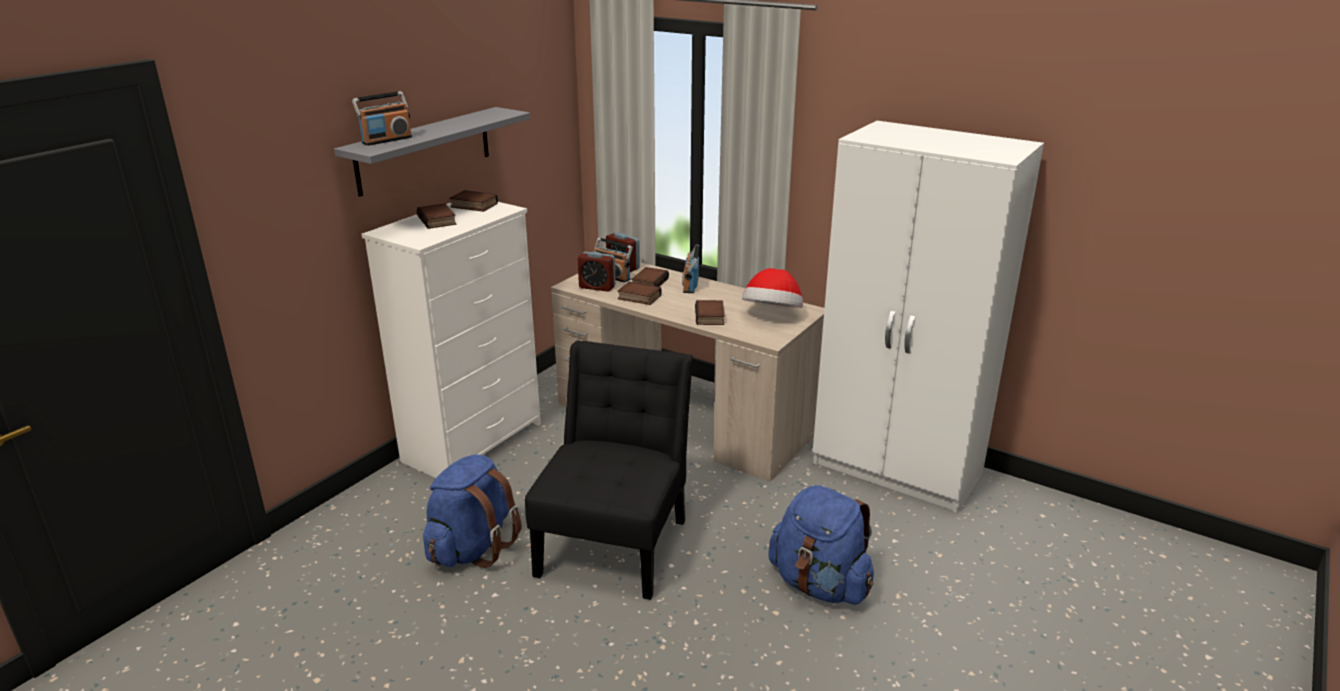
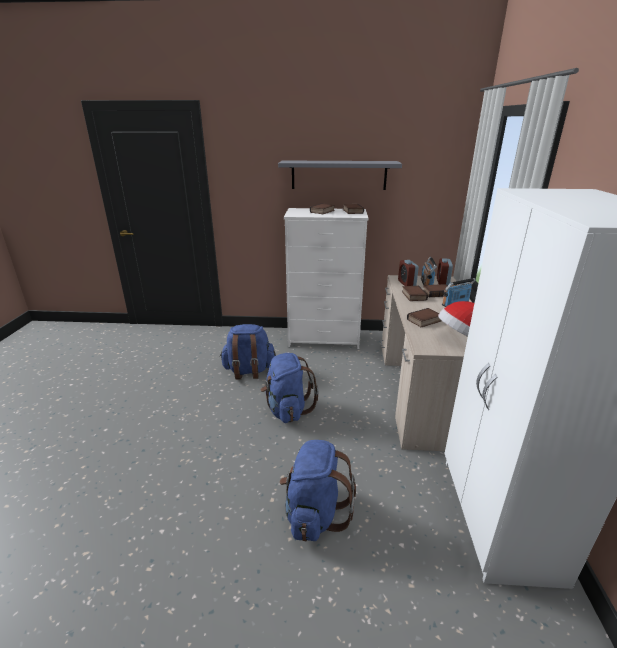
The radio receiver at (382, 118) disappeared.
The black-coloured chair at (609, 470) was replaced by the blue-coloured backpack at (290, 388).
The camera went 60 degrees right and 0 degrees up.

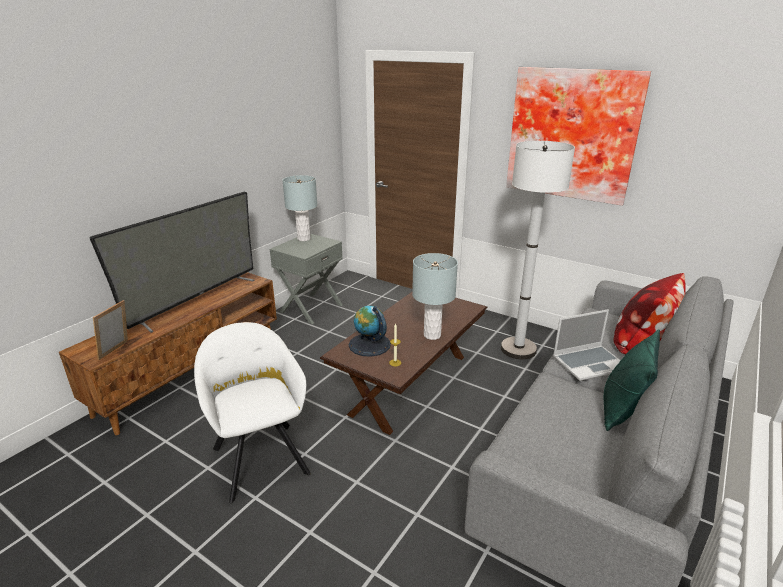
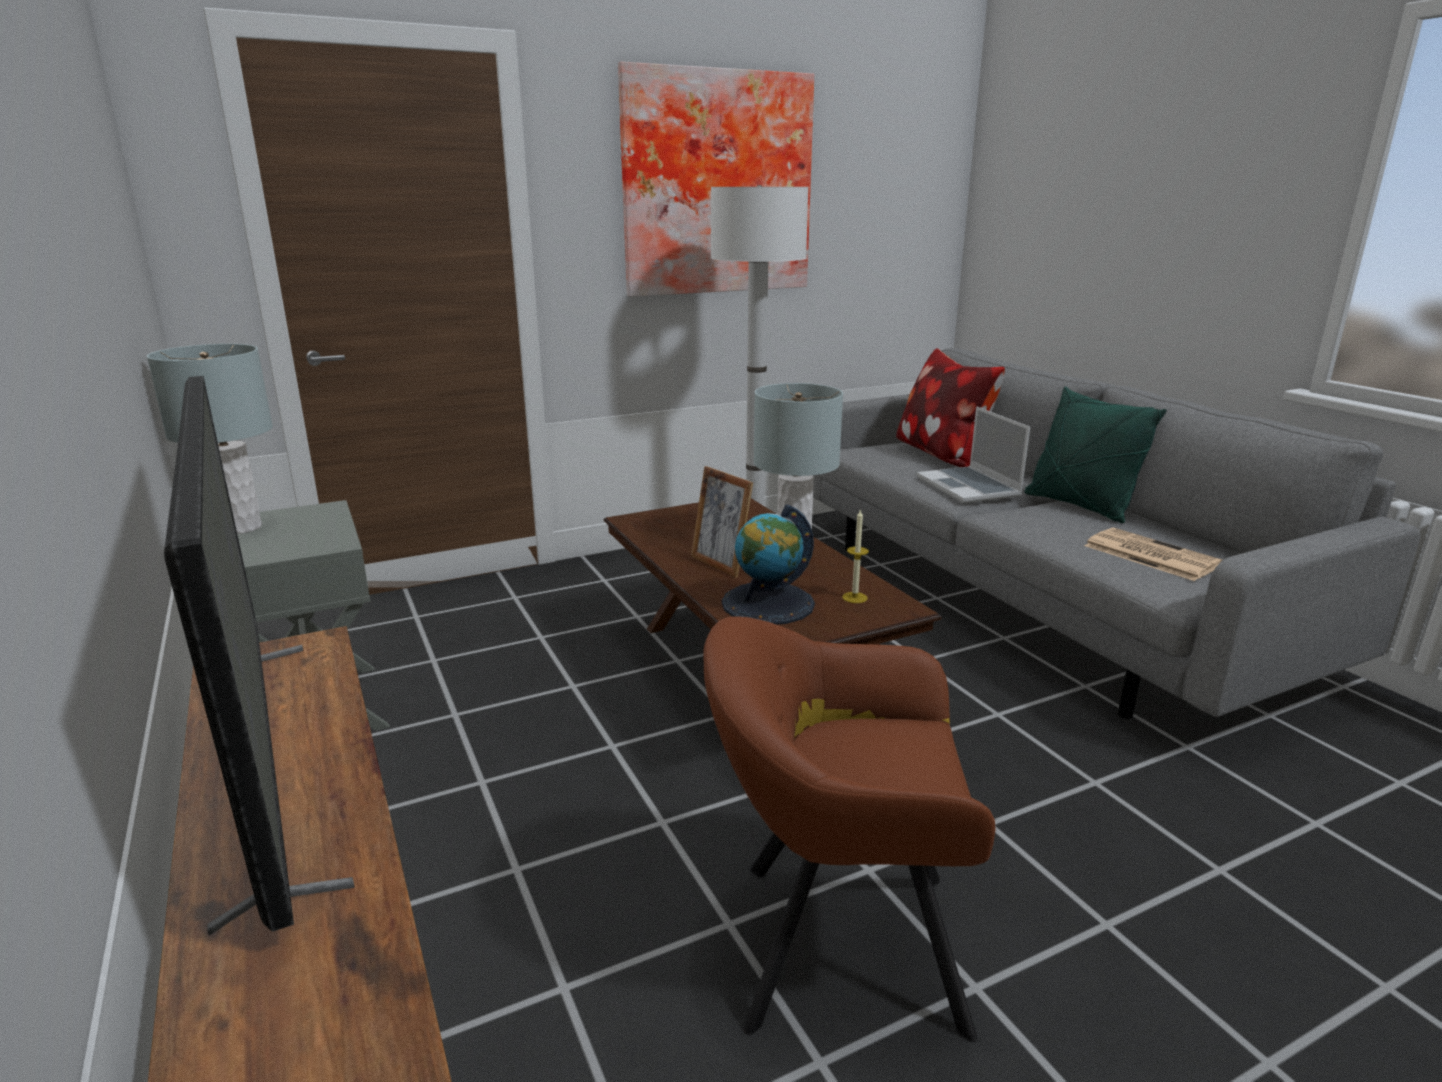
The printed paper at (1153, 554) appeared.
The picture frame moved from (110, 330) to (722, 522).
The whitish lounge chair at (252, 412) became the brown-coloured lounge chair at (849, 829).
The portable computer at (587, 345) turned 150 degrees clockwise.
The camera went 60 degrees left and 5 degrees down.

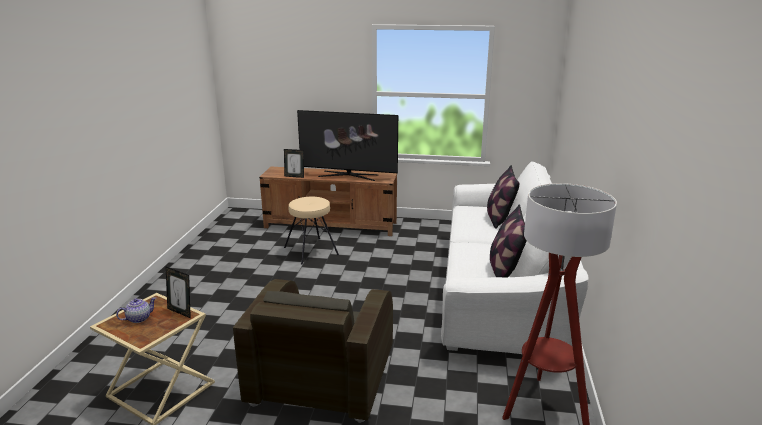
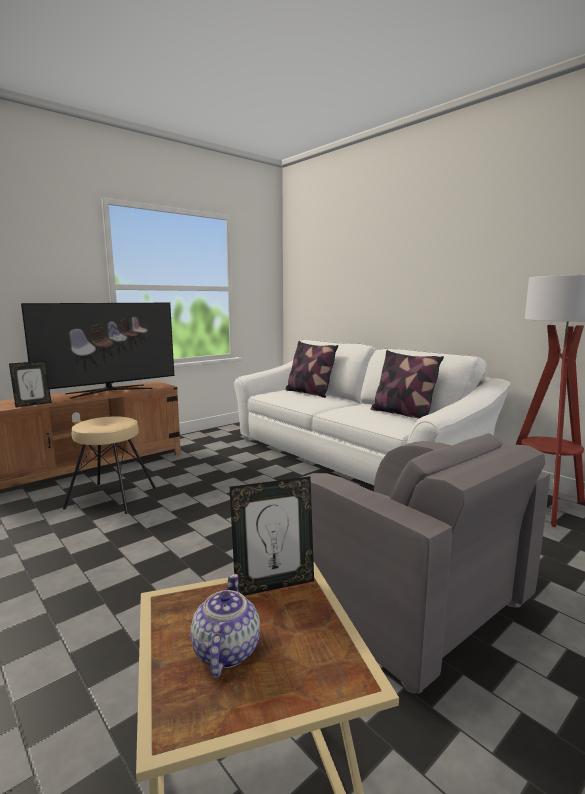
The brown-coloured lounge chair at (313, 351) became the gray lounge chair at (425, 563).
The camera went 50 degrees left and 10 degrees down.

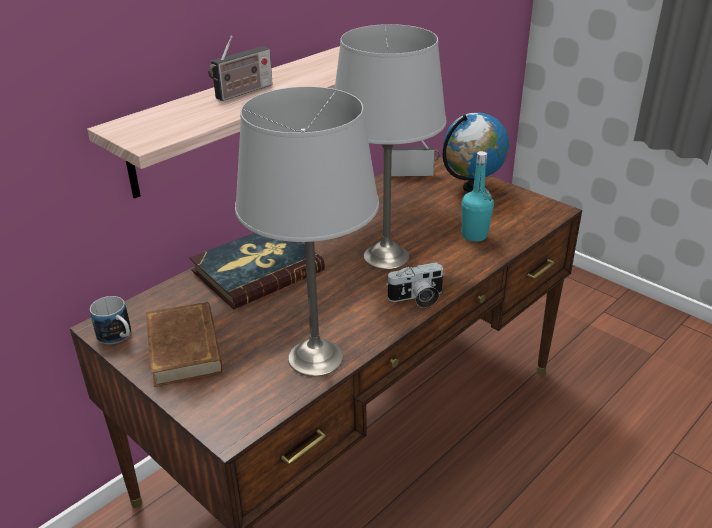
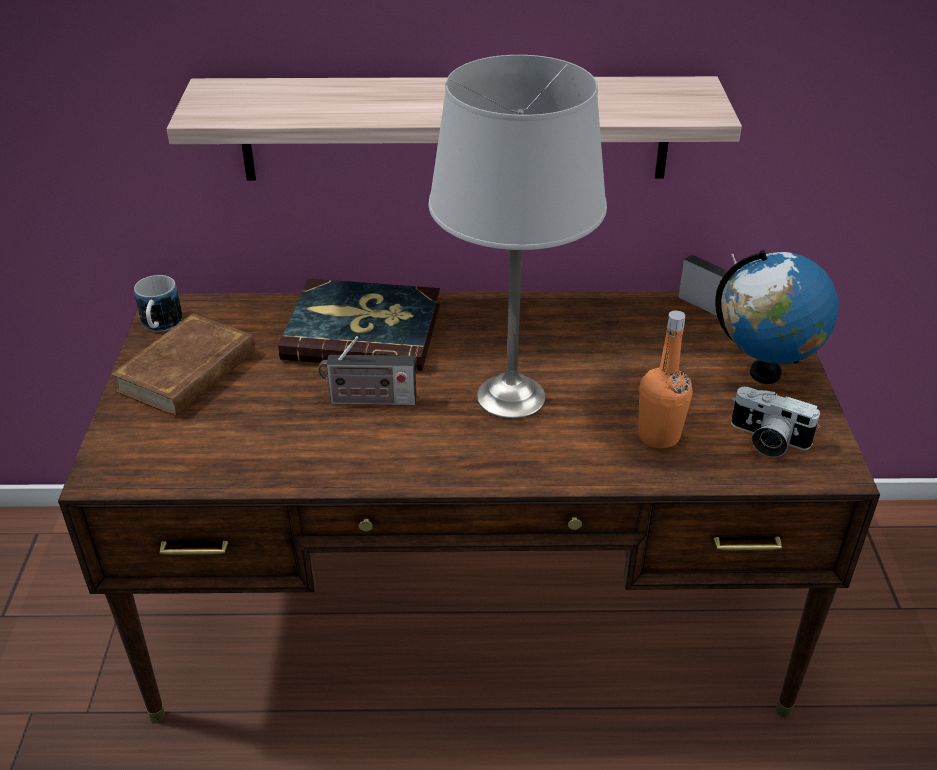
The gray lamp for a table at (307, 231) disappeared.
The radio receiver moved from (240, 68) to (367, 370).
The still camera moved from (415, 285) to (775, 422).
The turquoise-coloured beverage bottle at (477, 196) became the orange-coloured beverage bottle at (665, 379).
The camera went 45 degrees right and 5 degrees up.

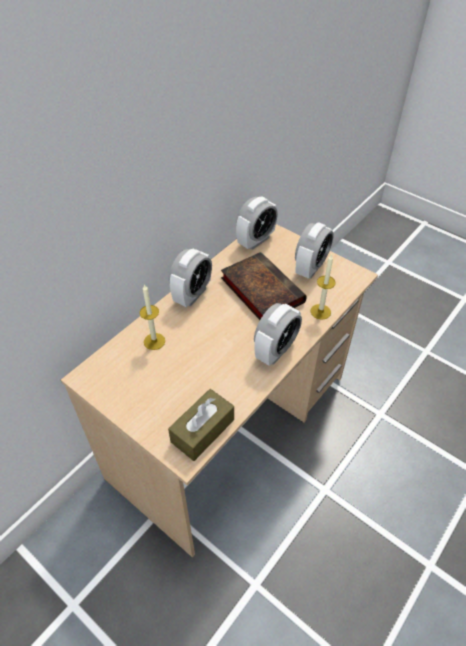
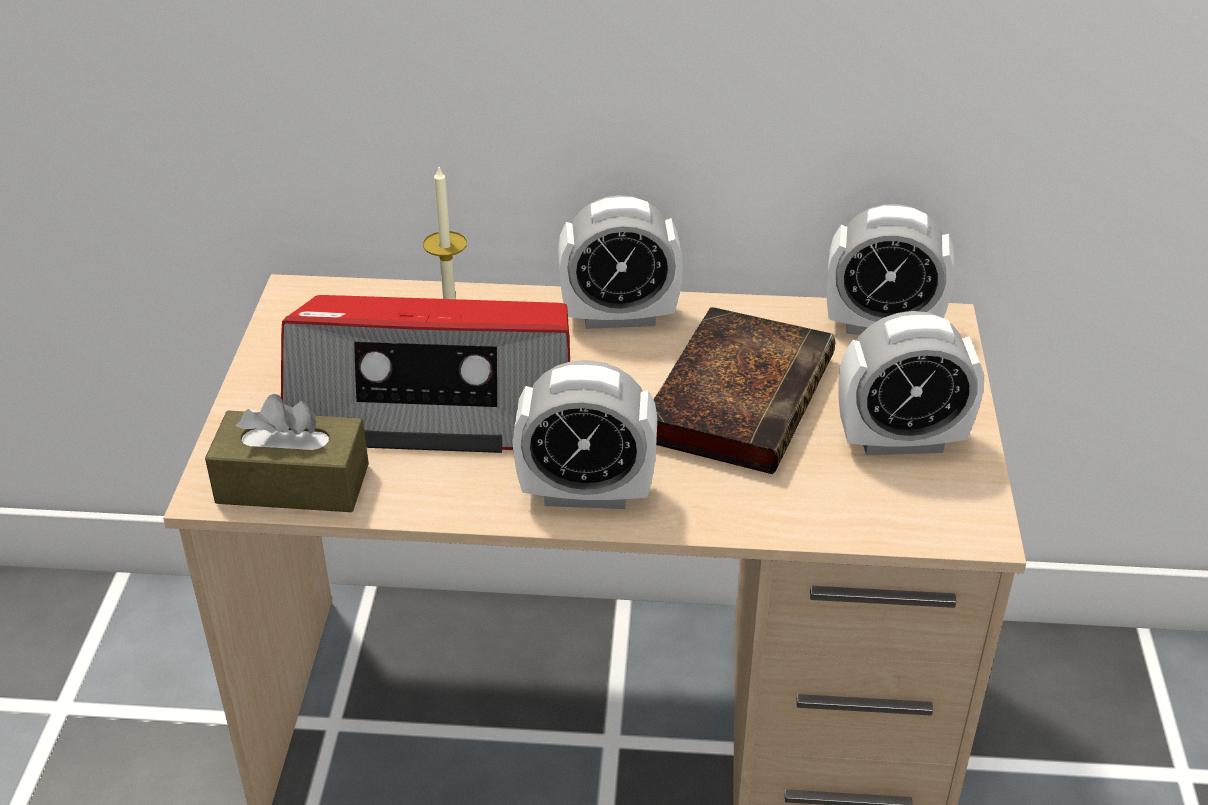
The wax candle at (323, 287) disappeared.
The radio receiver at (425, 374) appeared.
The camera went 55 degrees right and 10 degrees down.

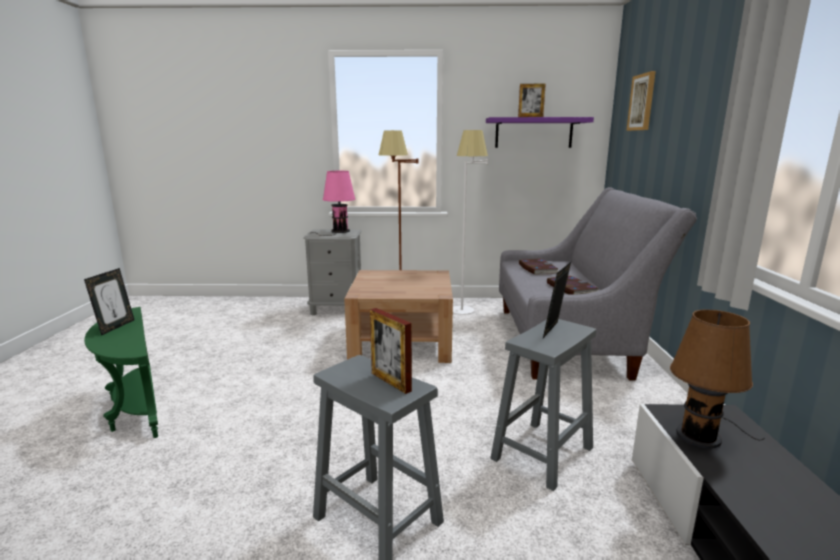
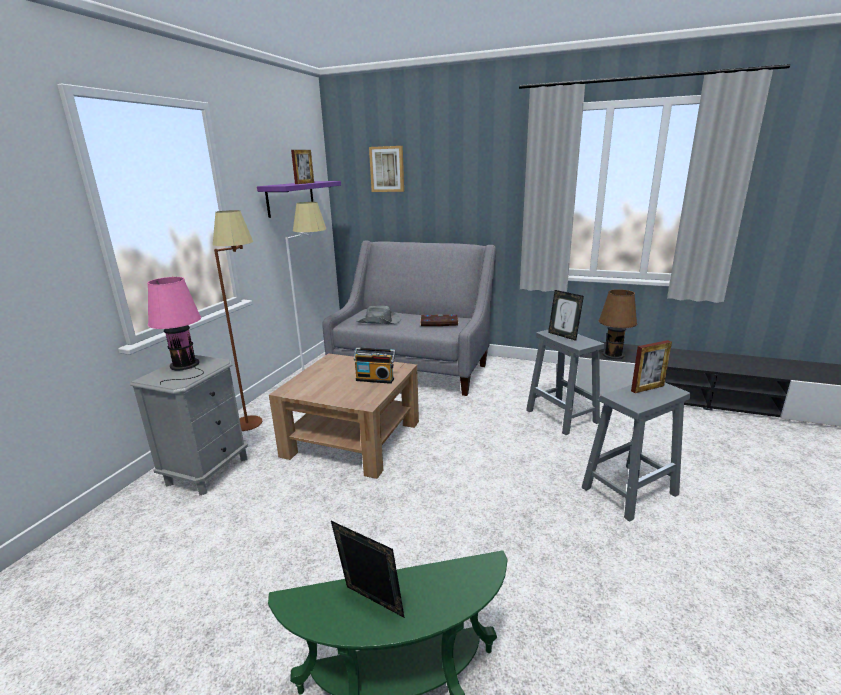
The radio receiver at (375, 365) appeared.
The book at (538, 267) was replaced by the gray clothing hat at (378, 315).
The camera went 70 degrees left and 5 degrees up.

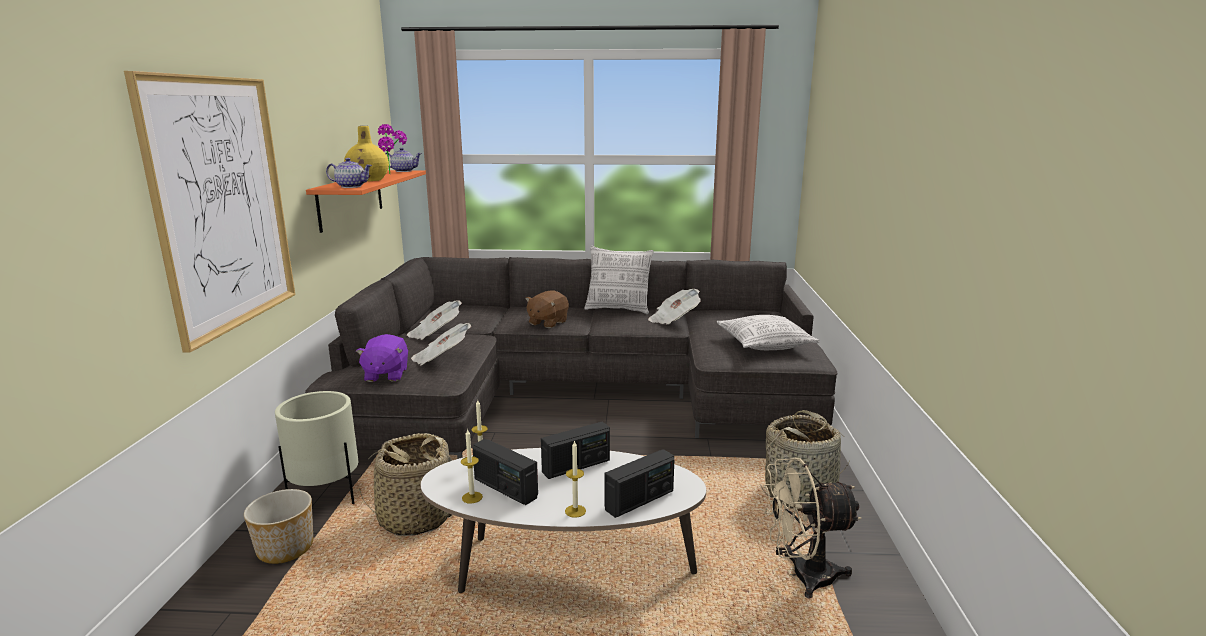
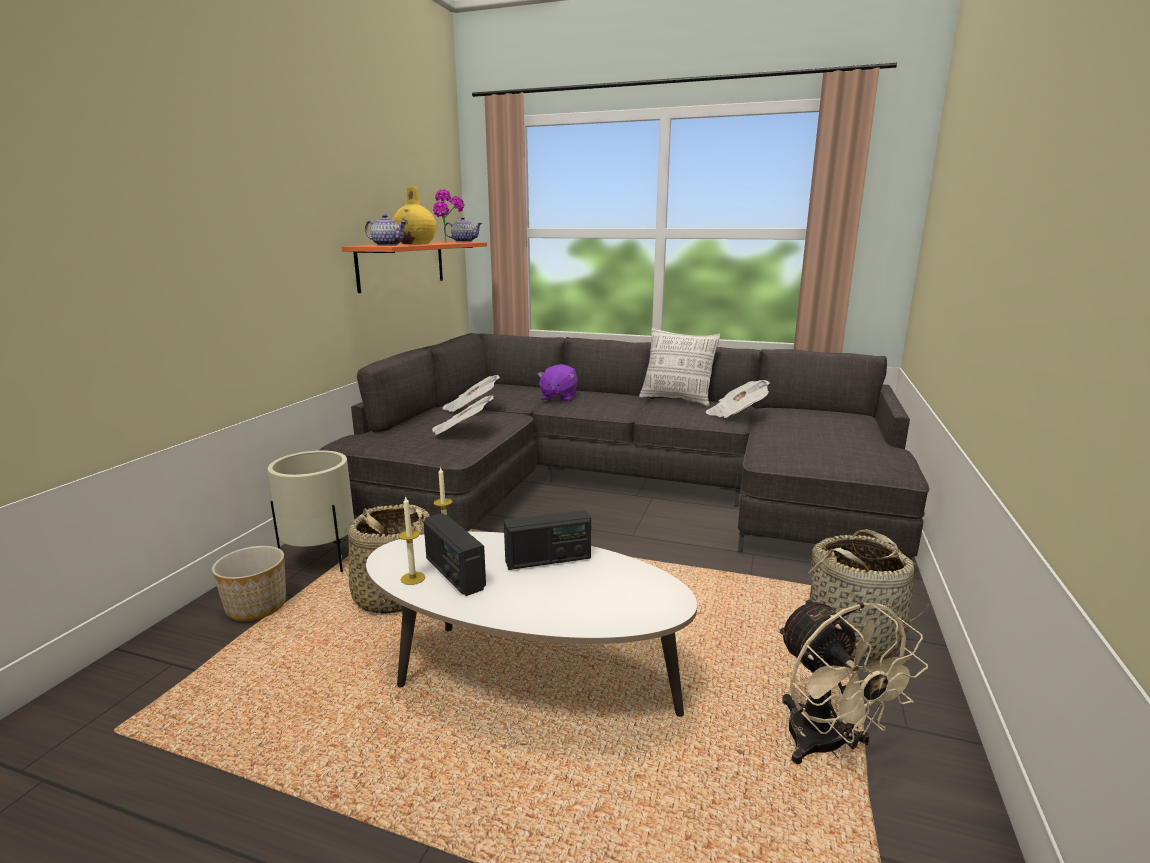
The picture at (209, 212) disappeared.
The brown-coloured soft toy at (547, 309) disappeared.
The wax candle at (575, 479) disappeared.
The radio receiver at (639, 483) disappeared.
The pillow at (768, 332) disappeared.
The purplish soft toy moved from (382, 358) to (557, 383).
The beige electric fan at (812, 528) turned 120 degrees counterclockwise.
The camera went 15 degrees right and 0 degrees up.

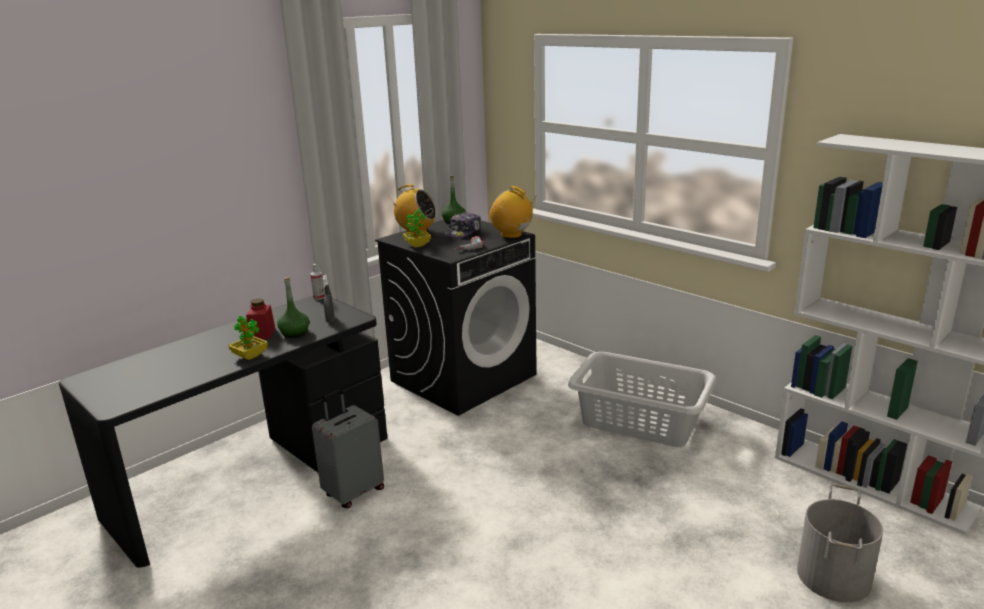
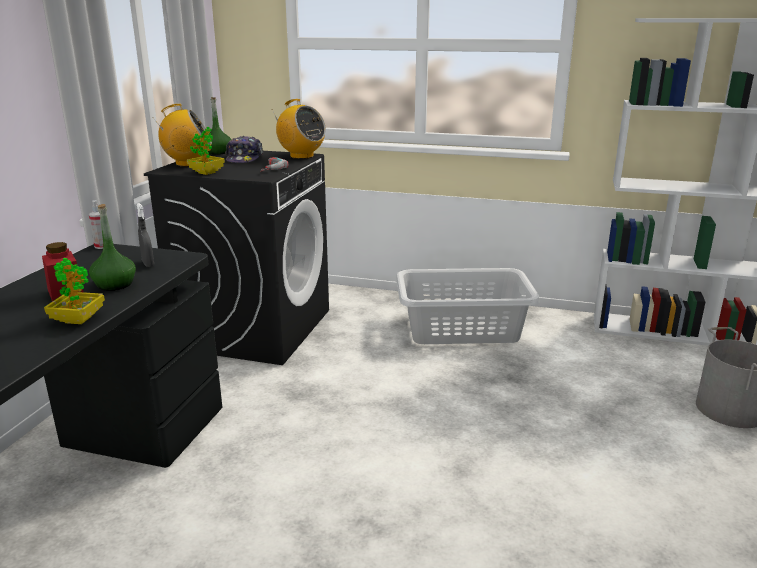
The gray suitcase at (348, 449) disappeared.
The radio receiver at (513, 212) turned 150 degrees counterclockwise.
The camera went 30 degrees left and 0 degrees up.

